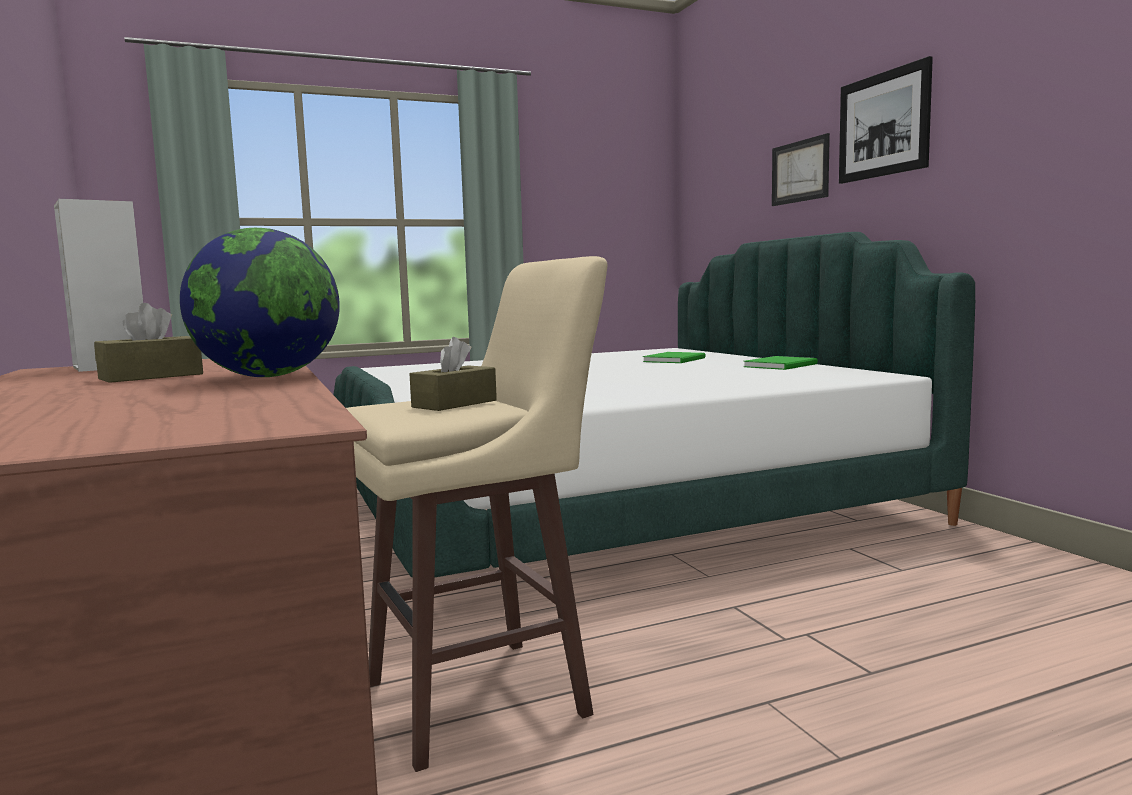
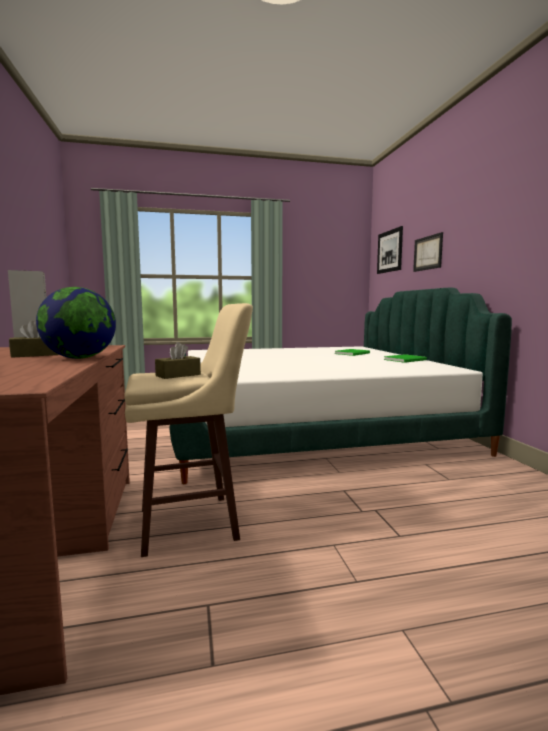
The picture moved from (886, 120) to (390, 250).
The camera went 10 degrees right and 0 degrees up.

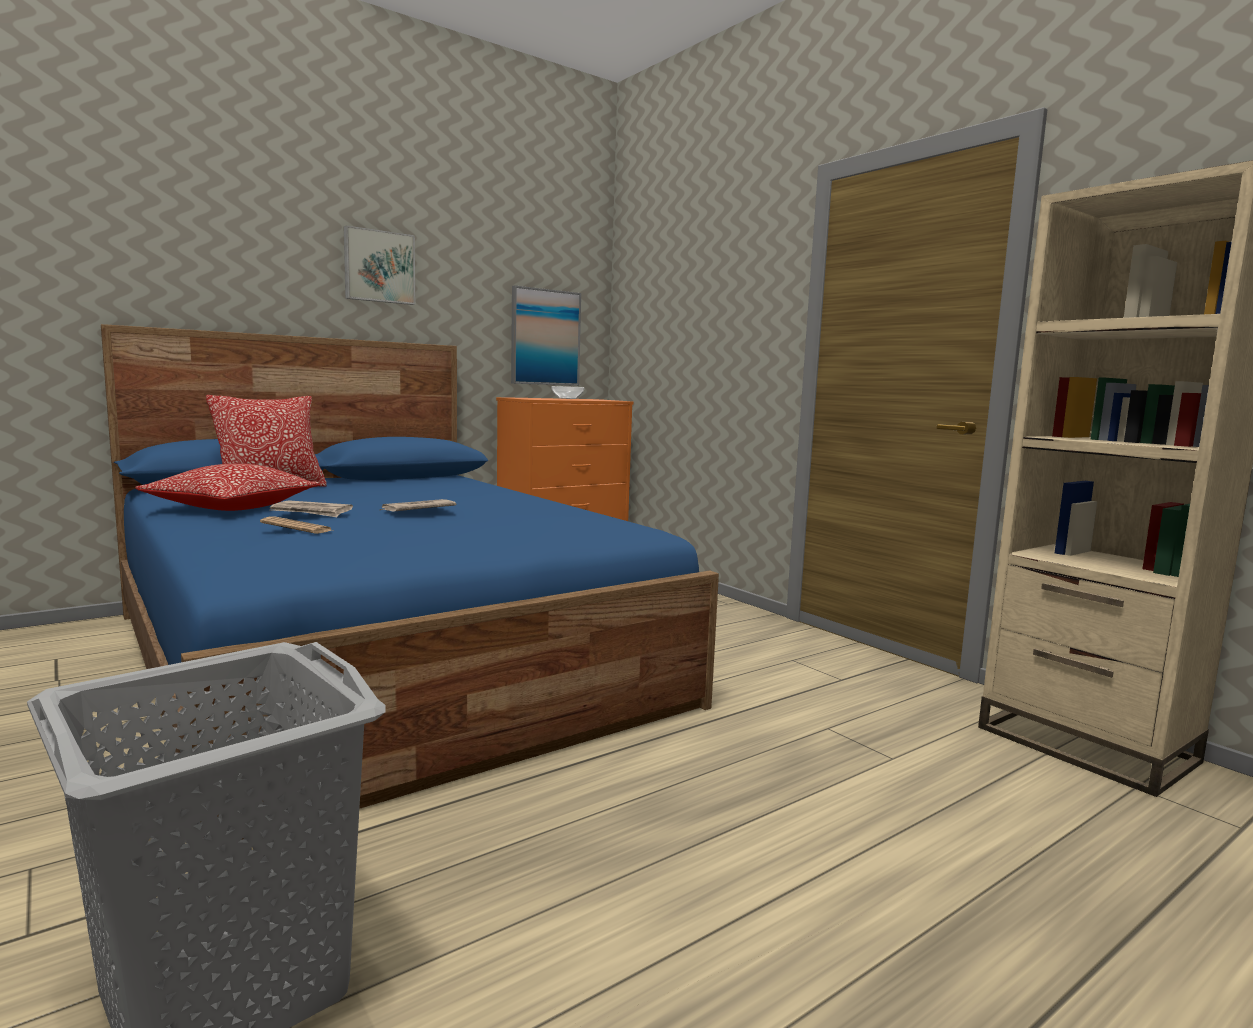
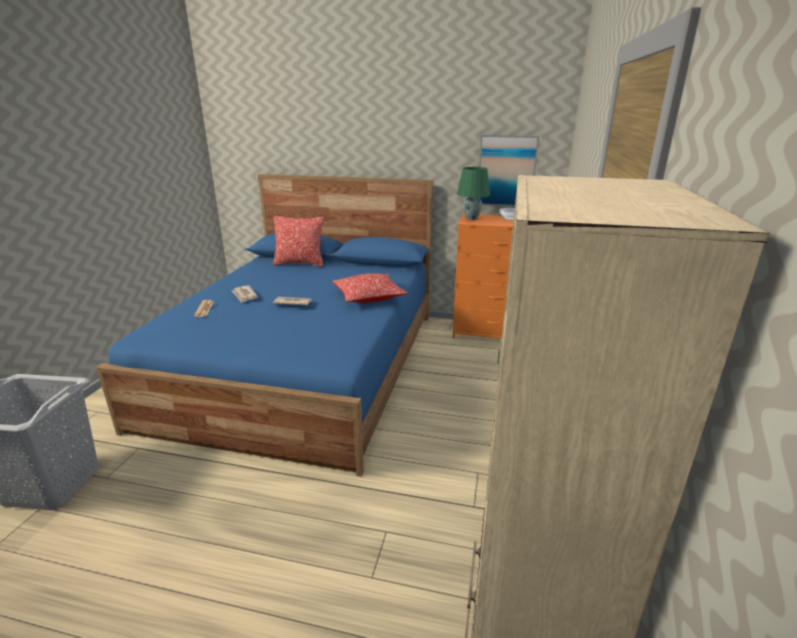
The picture at (379, 265) disappeared.
The greenish lamp for a table at (473, 193) appeared.
The pillow moved from (227, 487) to (370, 288).
The camera went 50 degrees right and 15 degrees up.

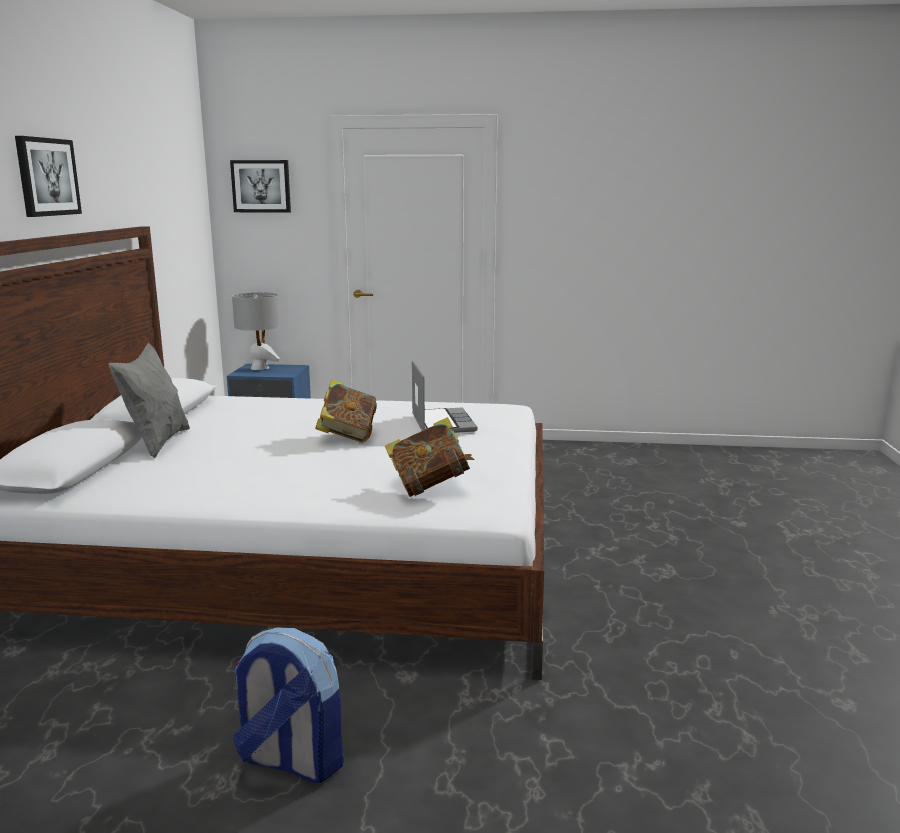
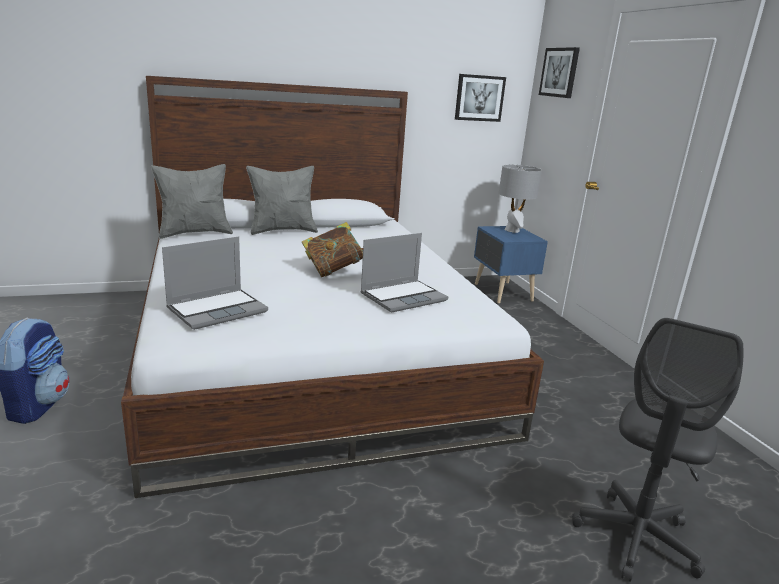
The gray pillow at (192, 201) appeared.
The gray desk chair at (658, 450) appeared.
The picture moved from (48, 176) to (480, 98).
The book at (430, 457) was replaced by the portable computer at (215, 283).
The camera went 65 degrees right and 5 degrees up.

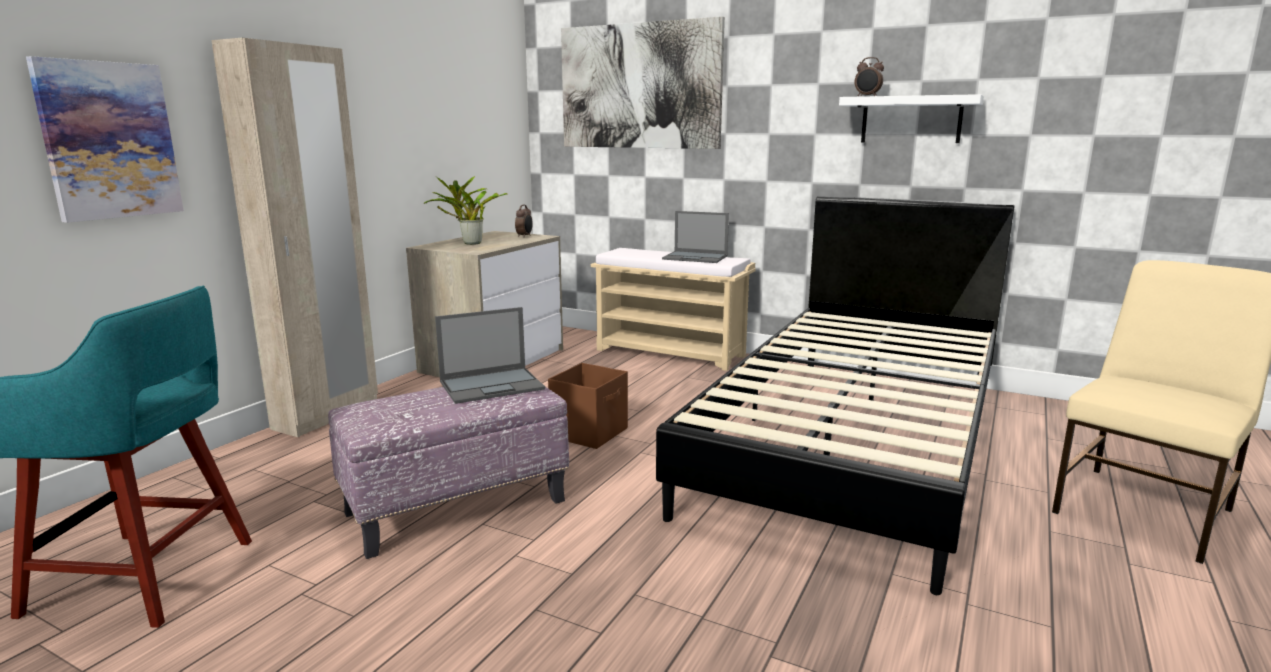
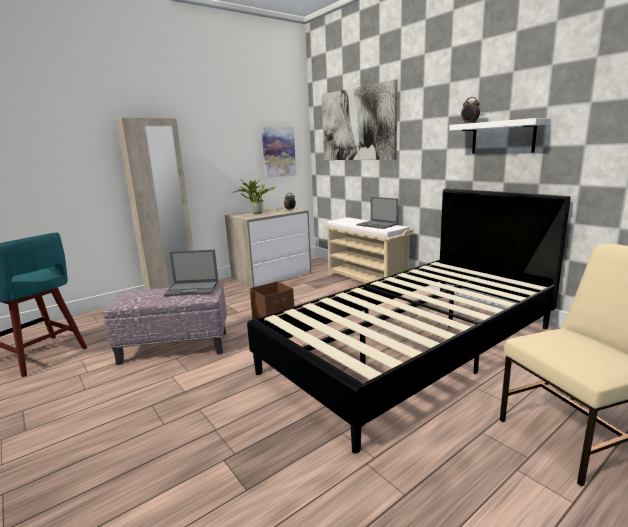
The picture moved from (105, 139) to (279, 152).
The camera went 25 degrees right and 0 degrees up.

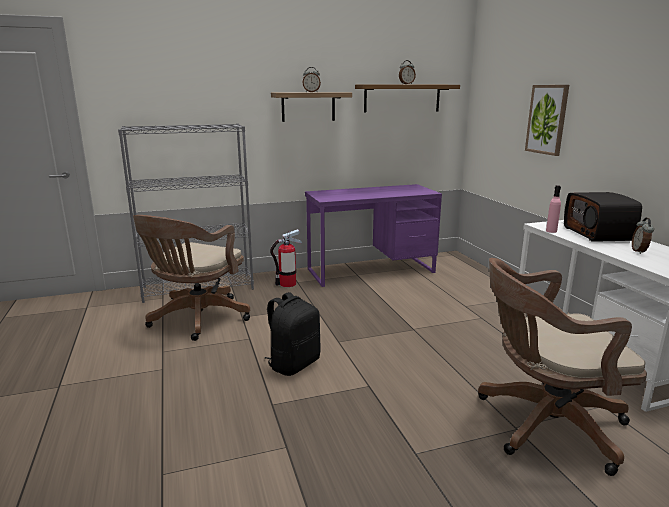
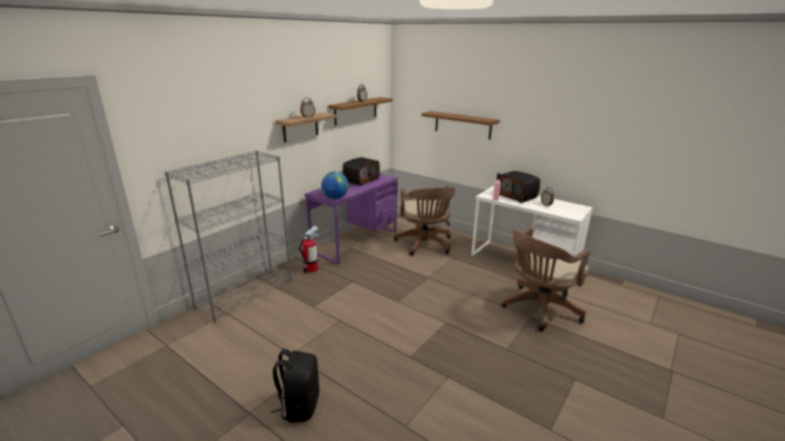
The desk globe at (335, 185) appeared.
The radio receiver at (361, 171) appeared.
The brown-coloured desk chair moved from (191, 278) to (424, 221).
The black-coloured backpack moved from (292, 334) to (295, 385).
The picture at (547, 120) was replaced by the shelf at (461, 125).
The camera went 35 degrees left and 5 degrees up.

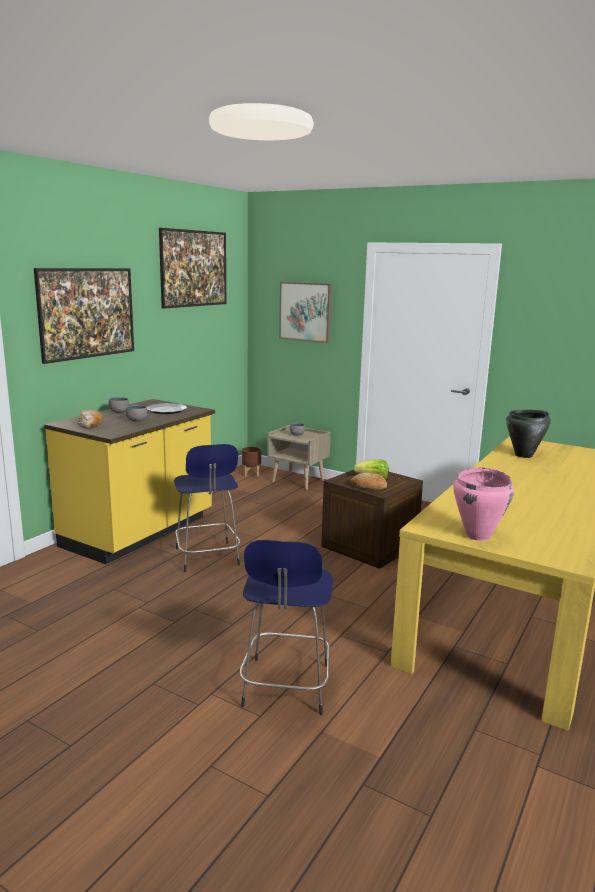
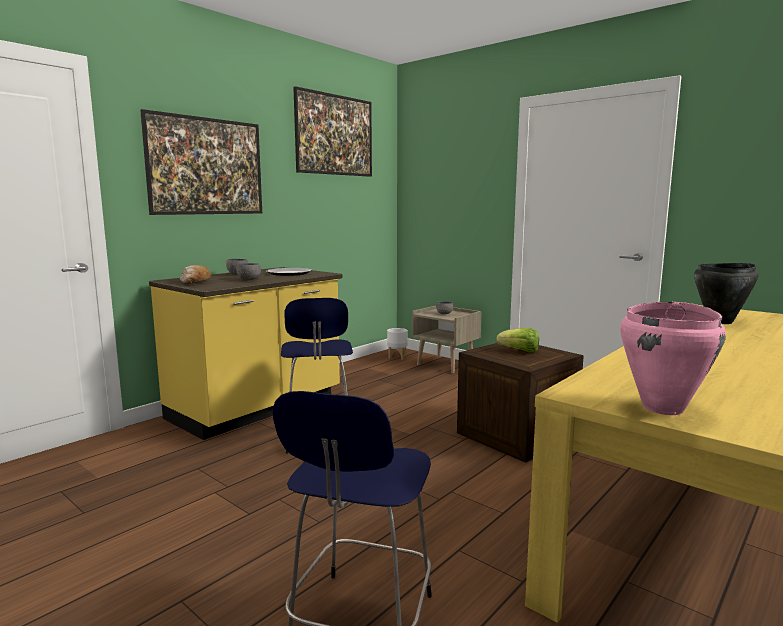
The picture at (305, 312) disappeared.
The bakery bread at (368, 481) disappeared.
The brown-coloured flower pot at (251, 462) became the whitish flower pot at (397, 344).
The camera went 10 degrees right and 5 degrees down.

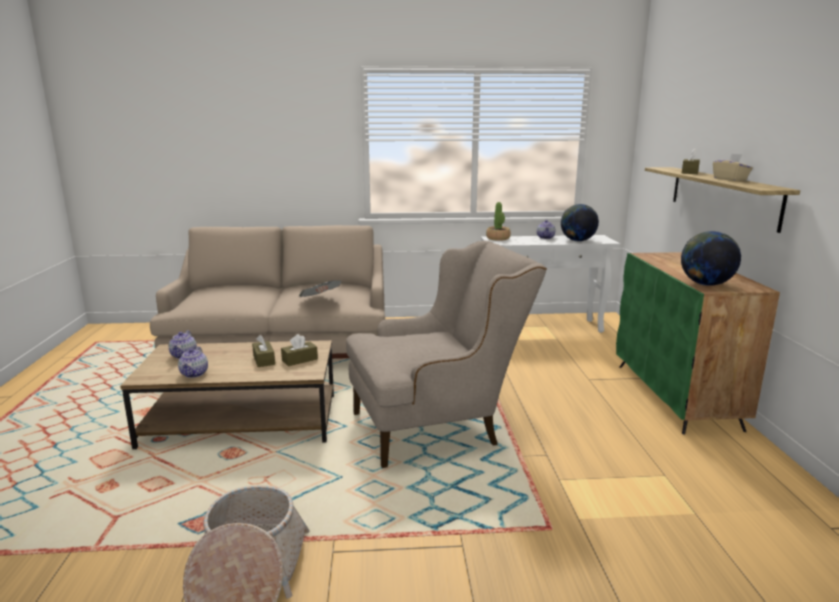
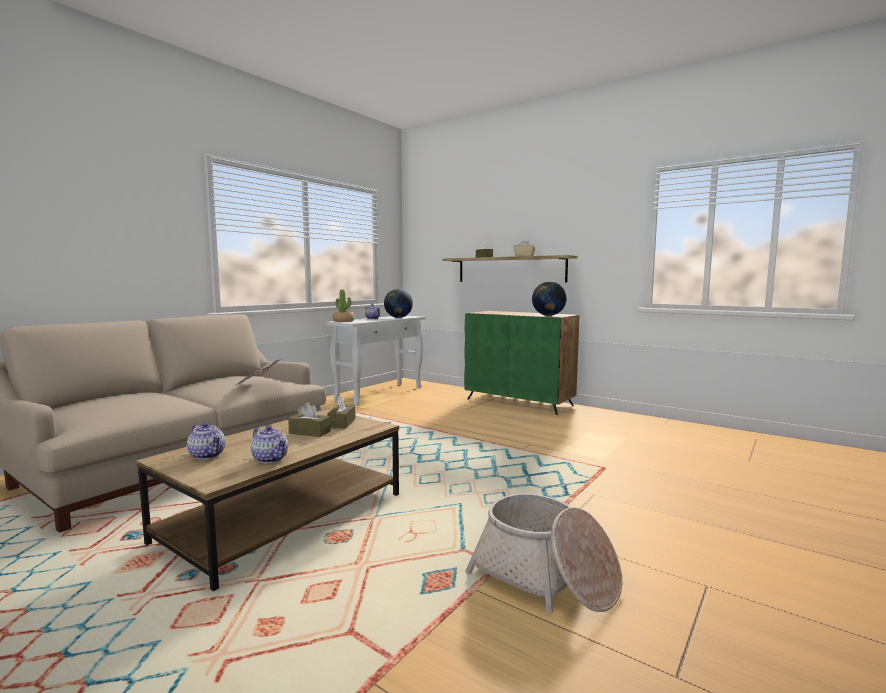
The beige lounge chair at (446, 354) disappeared.
The camera went 50 degrees left and 10 degrees down.

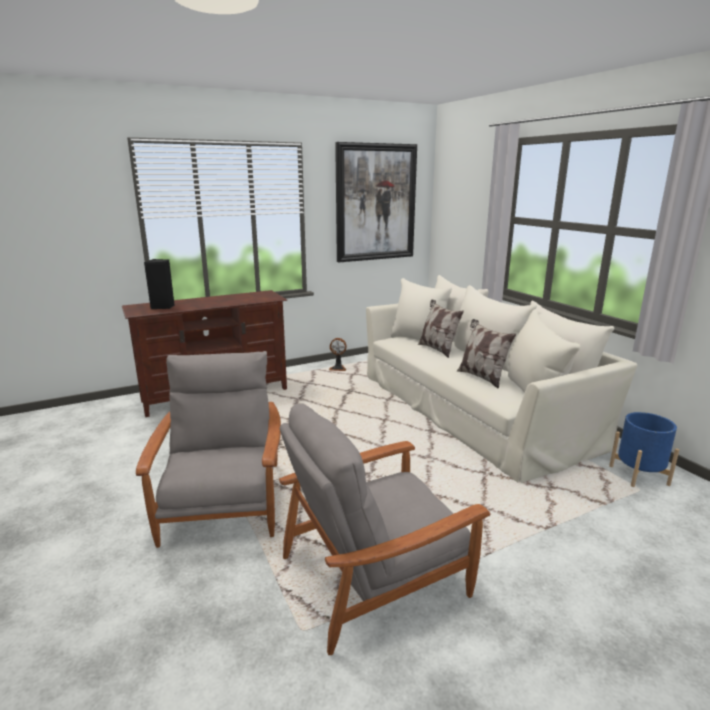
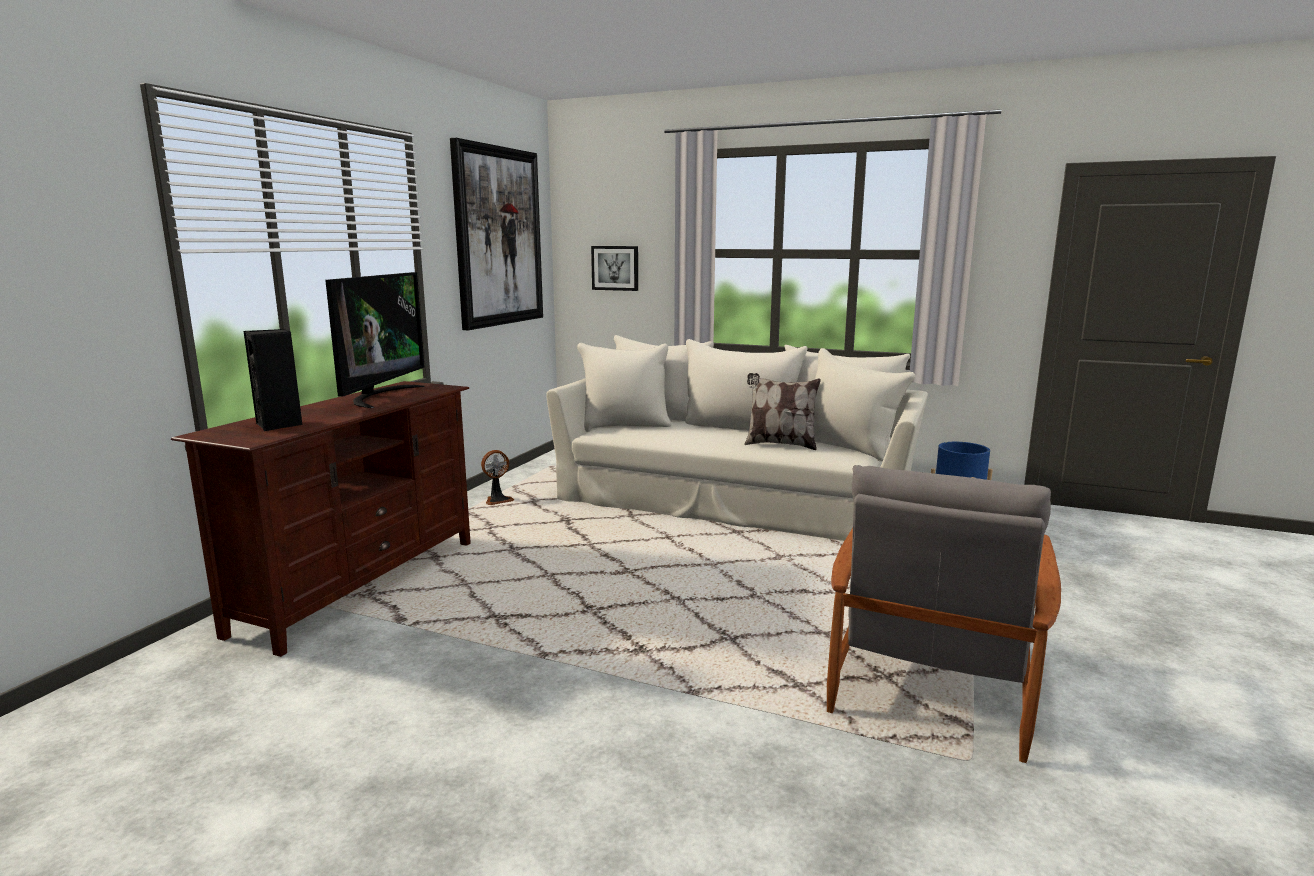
The gray lounge chair at (208, 449) disappeared.
The pillow at (441, 328) disappeared.
The TV set at (375, 340) appeared.
The picture at (614, 268) appeared.
The camera went 40 degrees left and 5 degrees down.

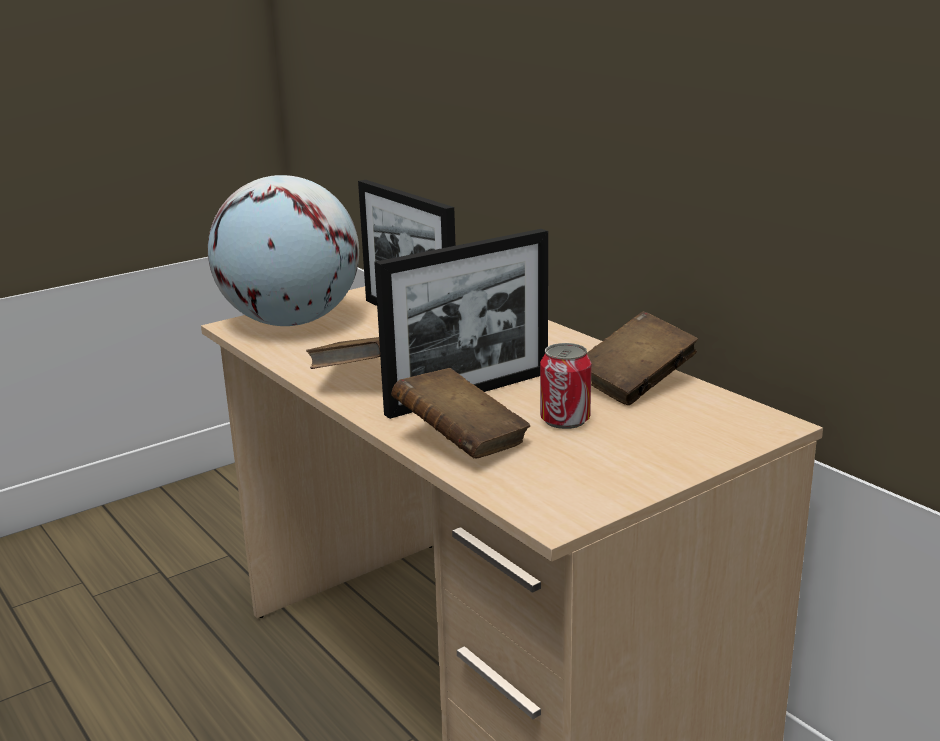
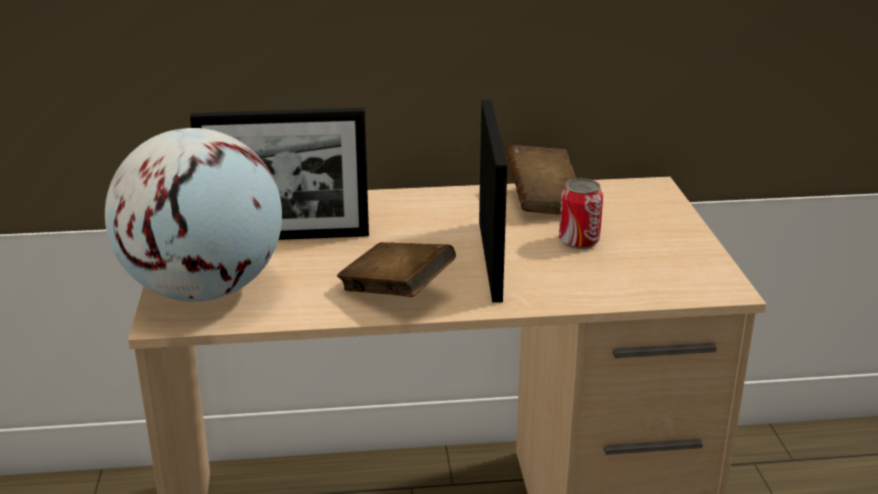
The brown-coloured book at (460, 413) disappeared.
The camera went 60 degrees left and 5 degrees up.

